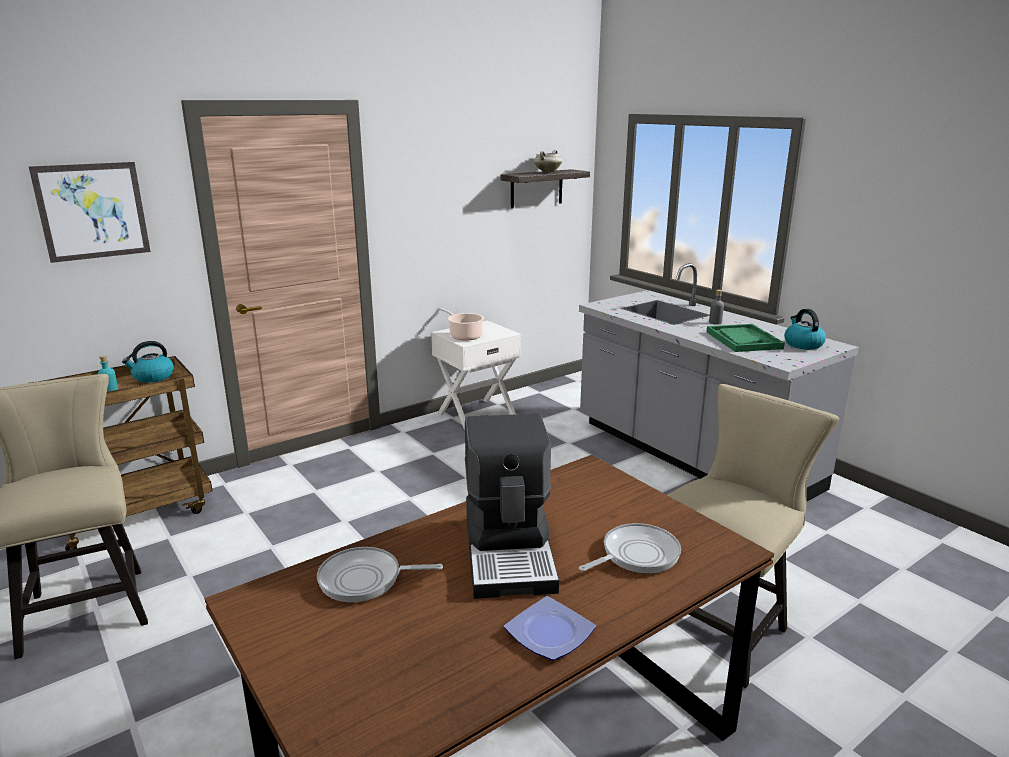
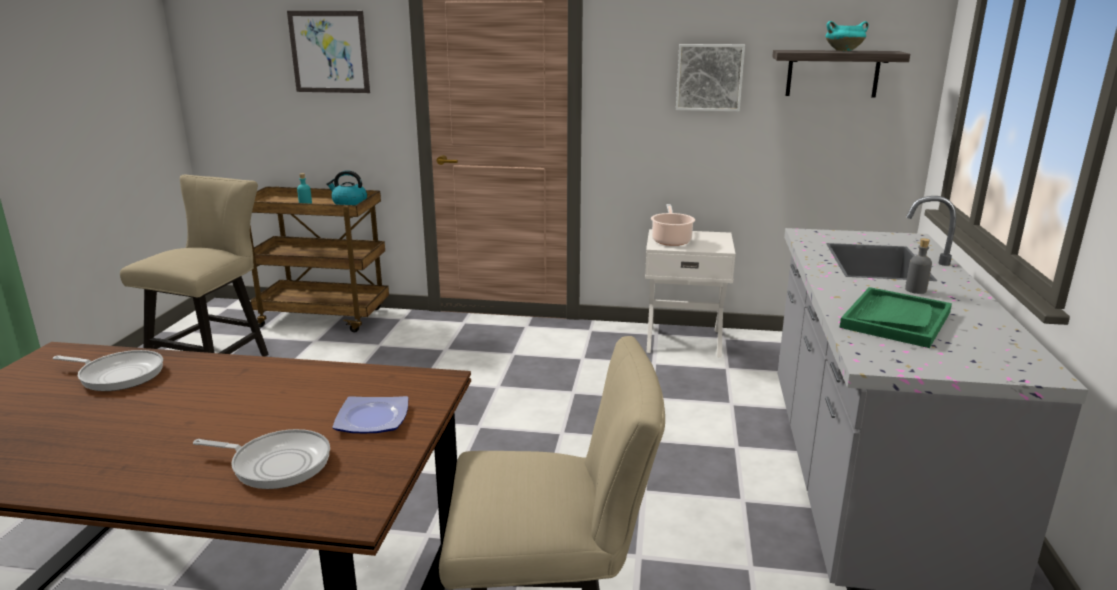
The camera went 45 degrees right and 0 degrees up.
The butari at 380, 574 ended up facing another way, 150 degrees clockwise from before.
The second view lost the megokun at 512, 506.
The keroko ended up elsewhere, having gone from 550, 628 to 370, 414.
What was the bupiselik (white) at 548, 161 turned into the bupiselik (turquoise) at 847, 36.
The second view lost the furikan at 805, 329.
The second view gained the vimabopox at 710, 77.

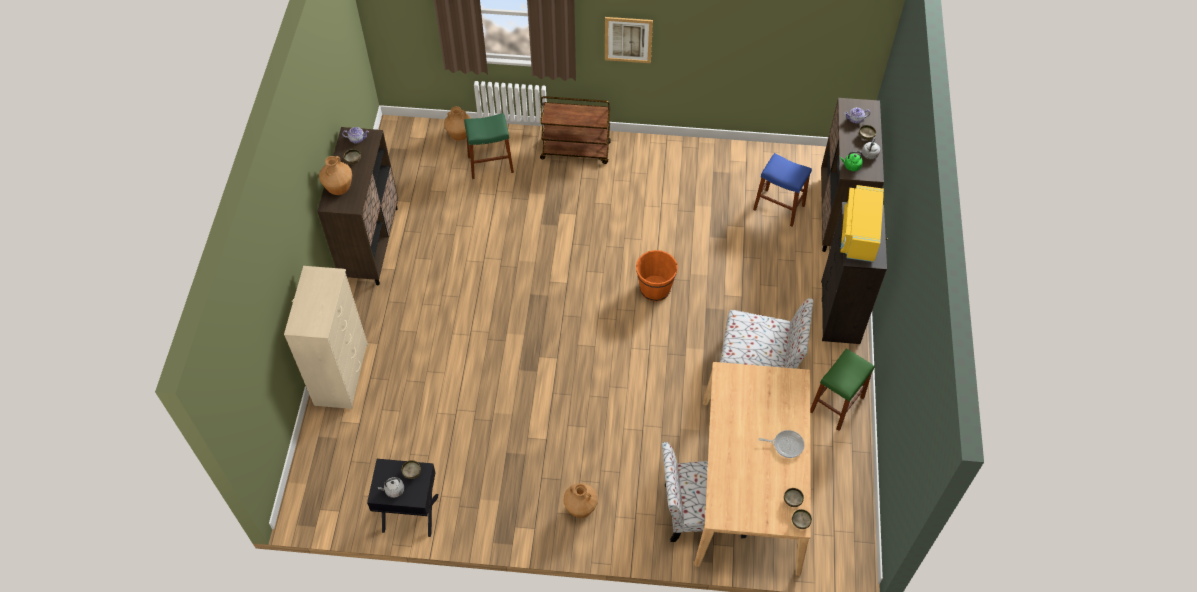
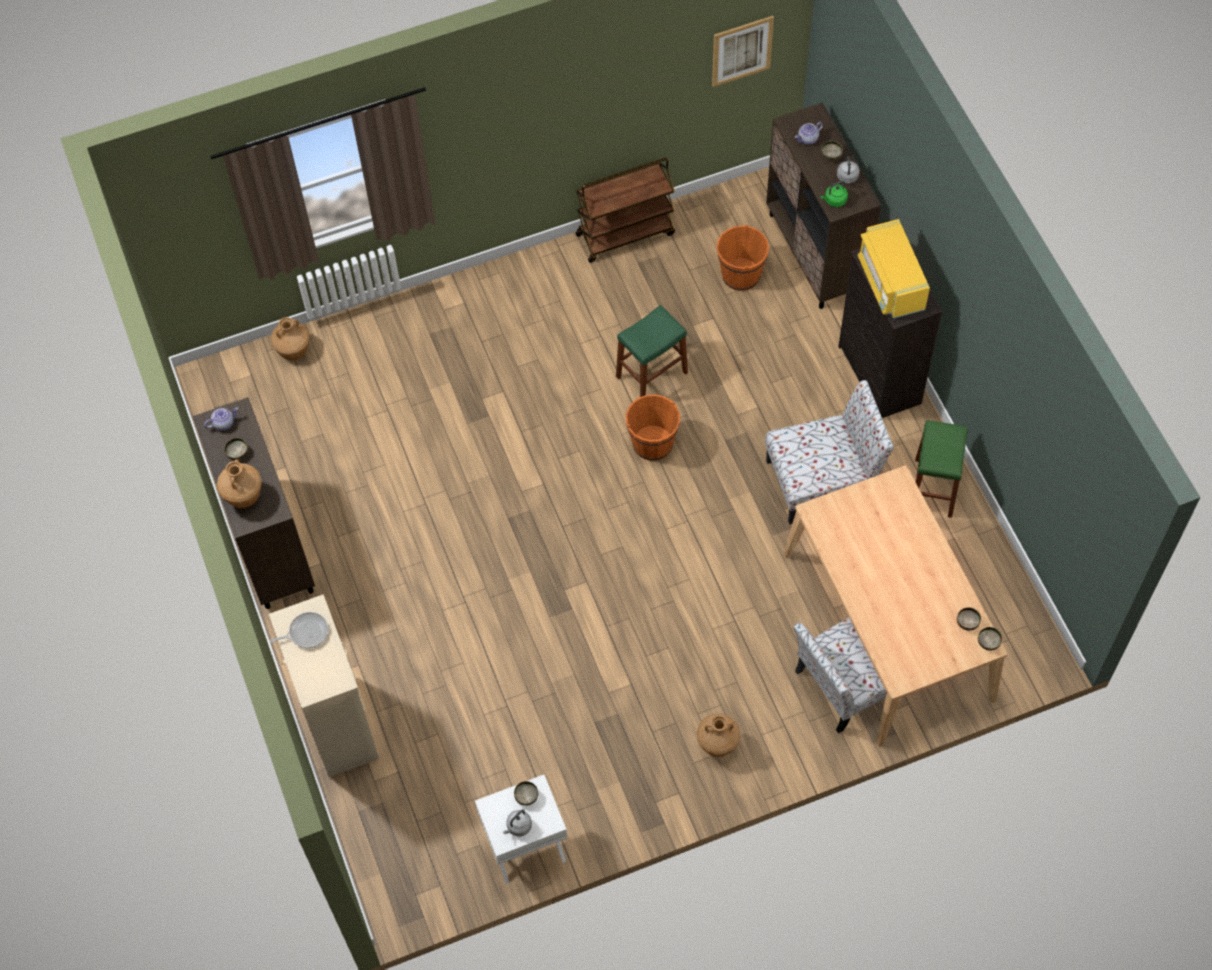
The camera went 25 degrees left and 5 degrees up.
What was the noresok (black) at 402, 498 turned into the noresok (white) at 521, 830.
The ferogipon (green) ended up elsewhere, having gone from 489, 146 to 652, 351.
The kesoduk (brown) ended up elsewhere, having gone from 575, 130 to 625, 210.
The vimabopox ended up elsewhere, having gone from 629, 40 to 743, 51.
Where the ferogipon (blue) stood at 782, 190, the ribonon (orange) came to stand at 743, 258.
The butari ended up elsewhere, having gone from 781, 444 to 299, 630.

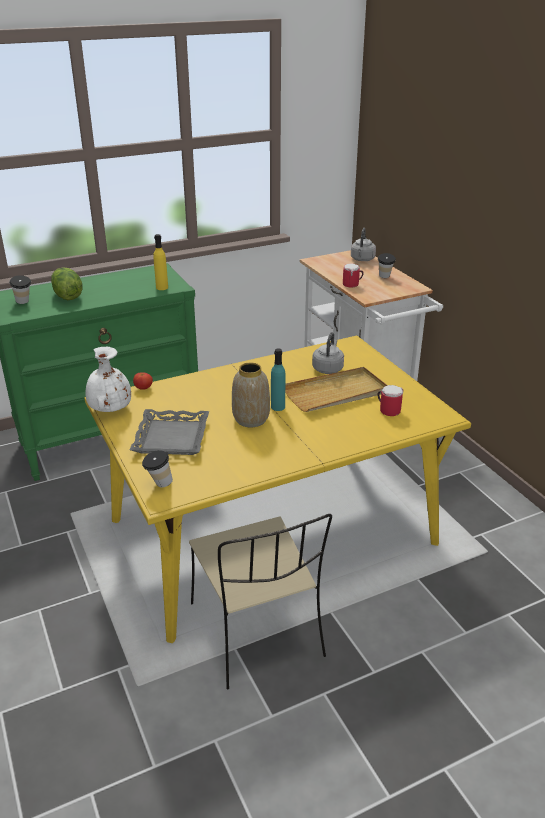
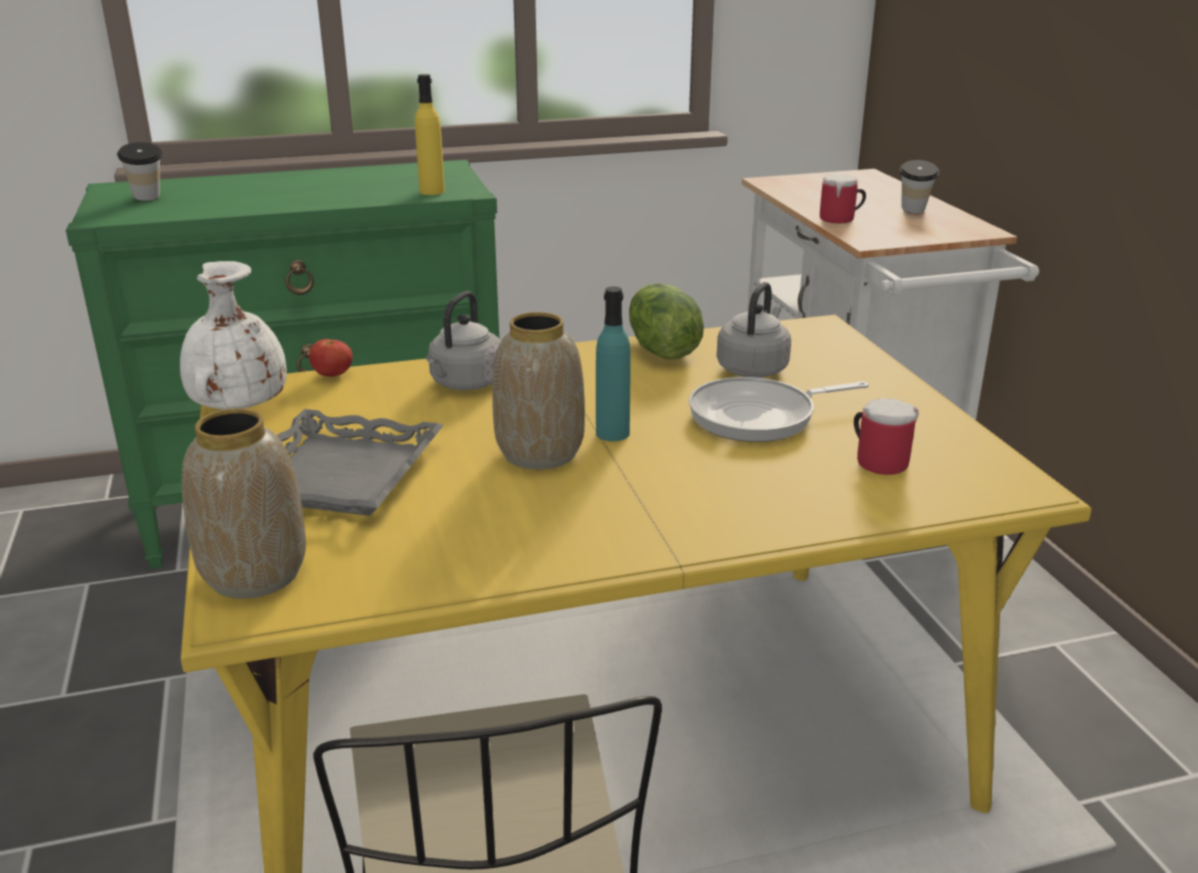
The camera went 10 degrees right and 5 degrees down.
The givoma ended up elsewhere, having gone from 67, 283 to 666, 321.
Where the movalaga stood at 157, 468, the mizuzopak came to stand at 244, 503.
Where the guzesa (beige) stood at 336, 389, the butari came to stand at 779, 409.
The furikan (grey) ended up elsewhere, having gone from 363, 244 to 463, 340.

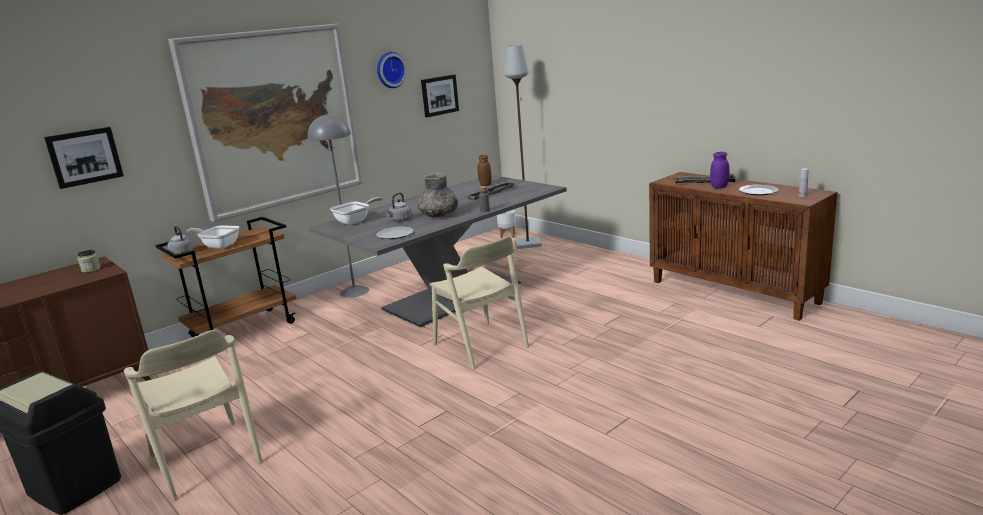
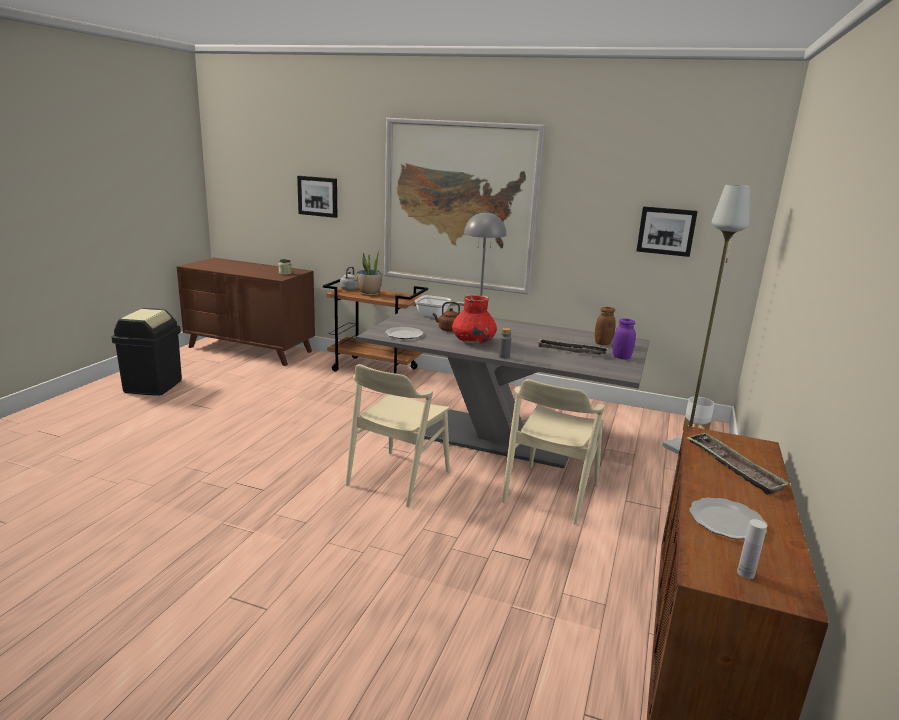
The camera went 60 degrees right and 0 degrees up.
The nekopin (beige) ended up elsewhere, having gone from 193, 415 to 553, 451.
Where the butari stood at 212, 237, the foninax came to stand at 369, 273.
The second view lost the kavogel at 392, 70.
What was the furikan (grey) at 399, 207 turned into the furikan (brown) at 446, 317.
What was the mizuzopak (grey) at 437, 195 turned into the mizuzopak (red) at 474, 319.
The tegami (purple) ended up elsewhere, having gone from 719, 170 to 624, 339.

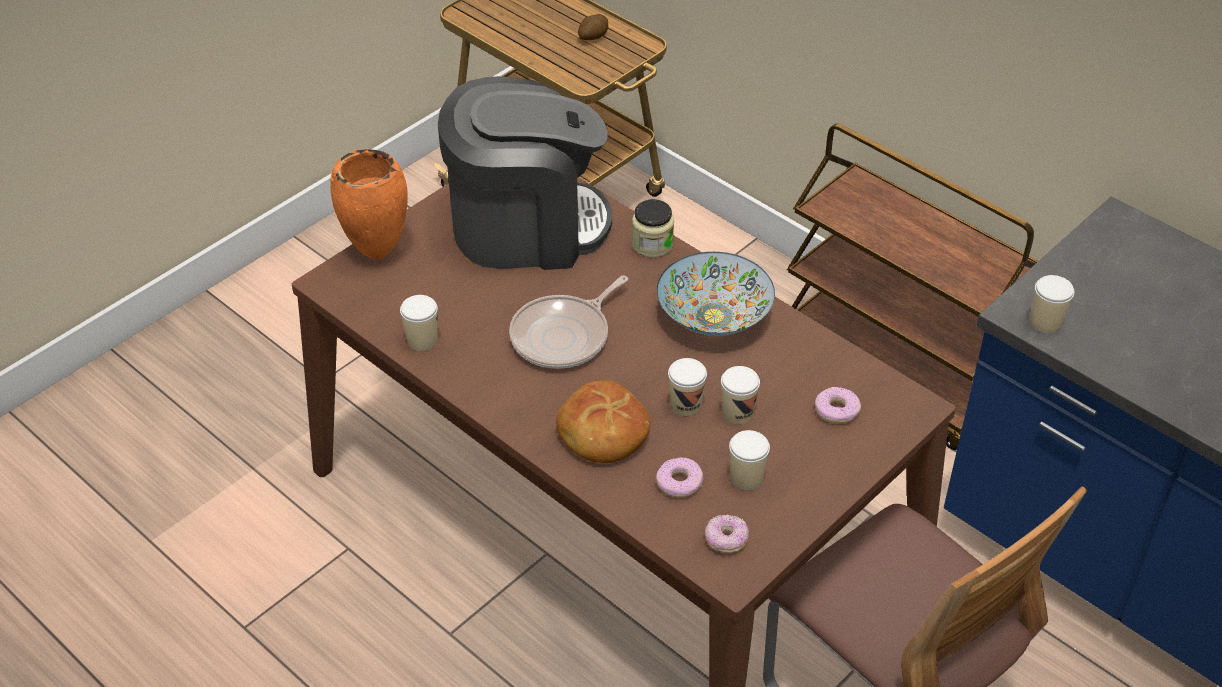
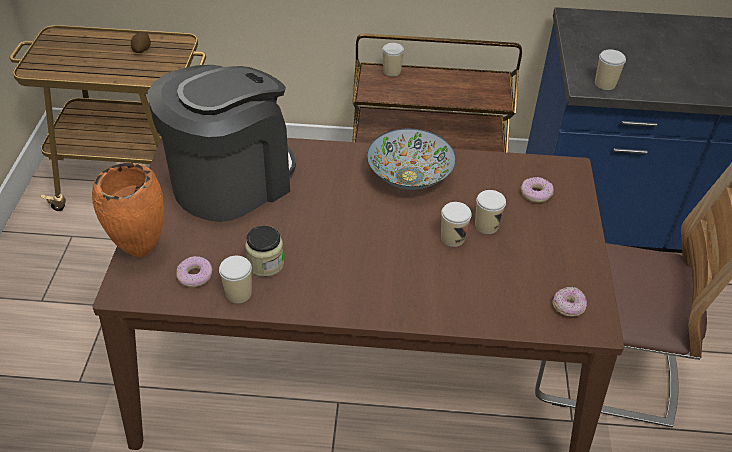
The camera went 40 degrees left and 0 degrees up.
The second view lost the butari at 568, 322.
The second view lost the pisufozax at 603, 422.
The tegami ended up elsewhere, having gone from 653, 228 to 264, 251.
The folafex ended up elsewhere, having gone from 679, 478 to 194, 271.
The movalaga ended up elsewhere, having gone from 749, 460 to 393, 60.

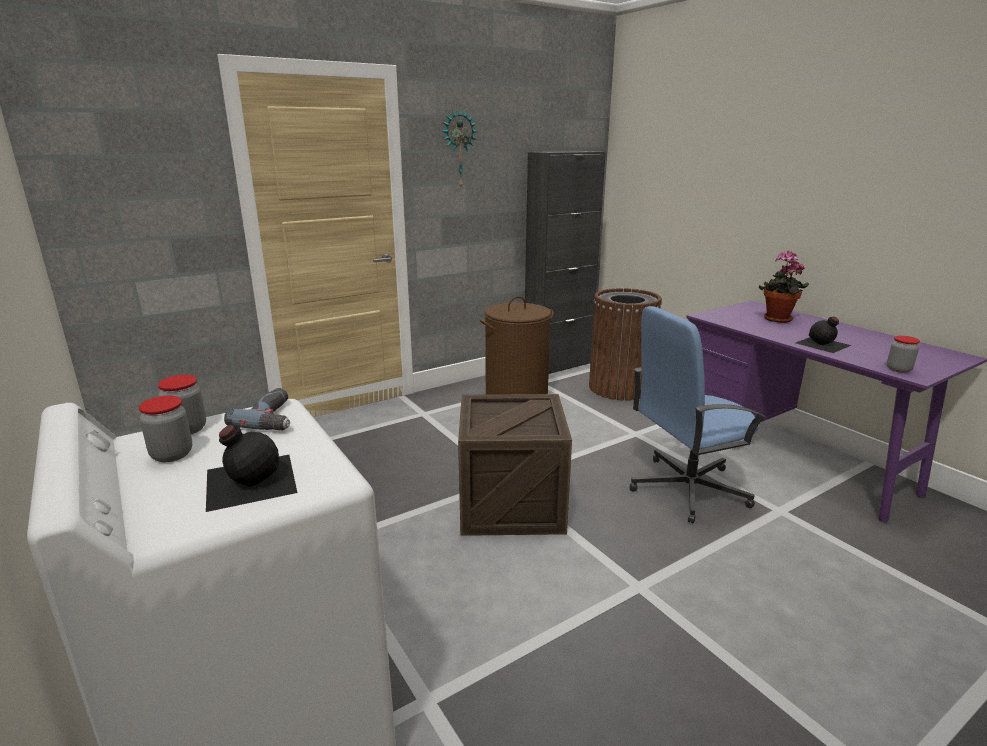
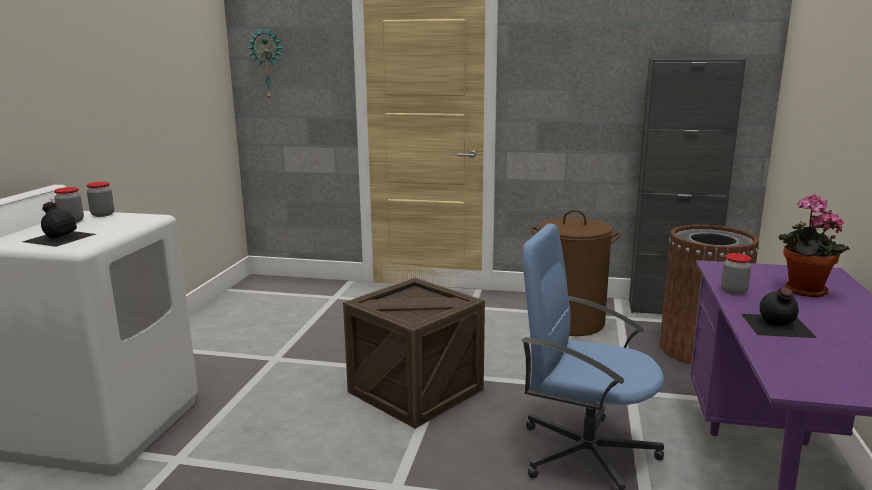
The camera went 45 degrees right and 5 degrees down.
The second view lost the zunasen at 257, 409.
The kavogel ended up elsewhere, having gone from 460, 148 to 265, 64.
The tegami ended up elsewhere, having gone from 903, 354 to 736, 274.

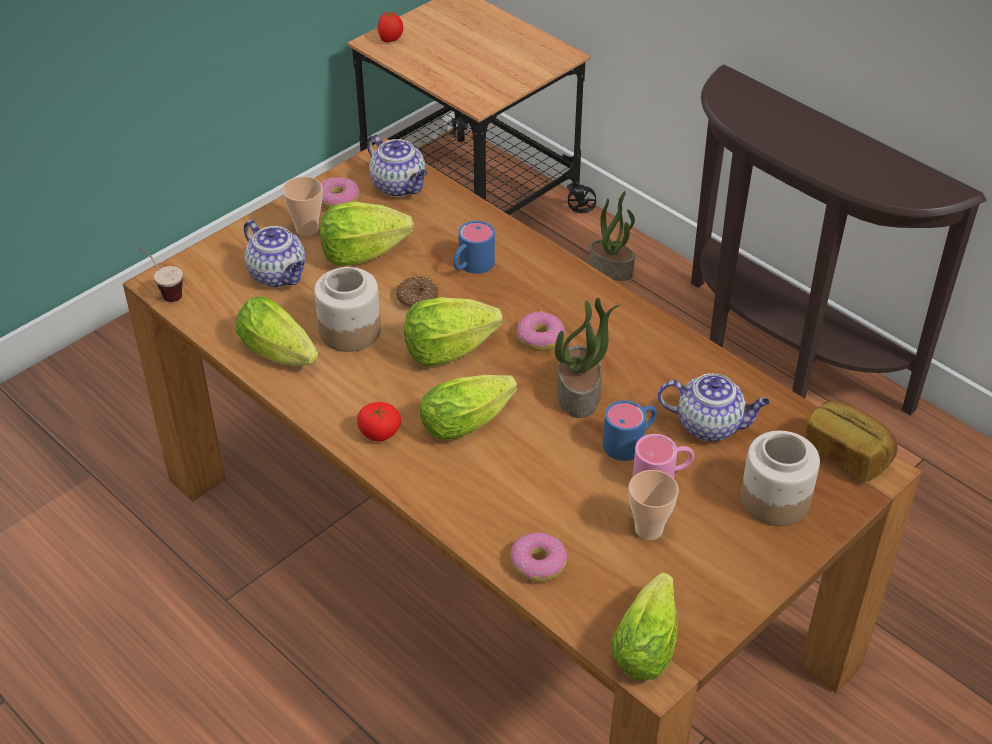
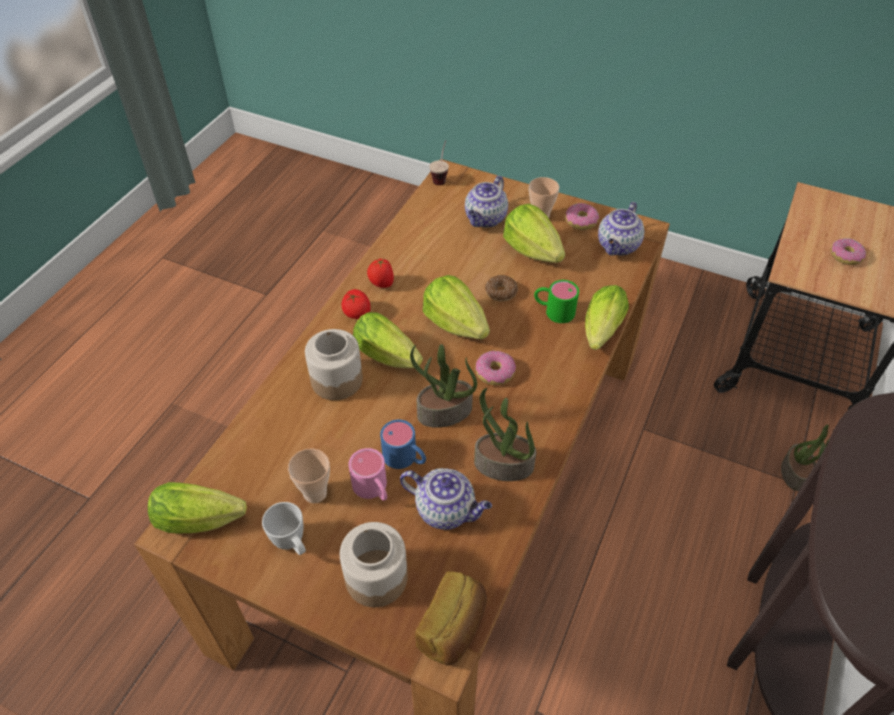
The camera went 70 degrees right and 5 degrees up.
The givoma ended up elsewhere, having gone from 277, 331 to 607, 317.
The tegami ended up elsewhere, having gone from 347, 309 to 334, 364.
The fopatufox ended up elsewhere, having gone from 390, 27 to 380, 273.
What was the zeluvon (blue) at 474, 247 turned into the zeluvon (green) at 556, 301.
The folafex ended up elsewhere, having gone from 539, 557 to 848, 251.
The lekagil at 714, 407 ended up facing another way, 60 degrees counterclockwise from before.
The second view gained the zeluvon (white) at 284, 528.
The second view gained the foninax at 505, 434.

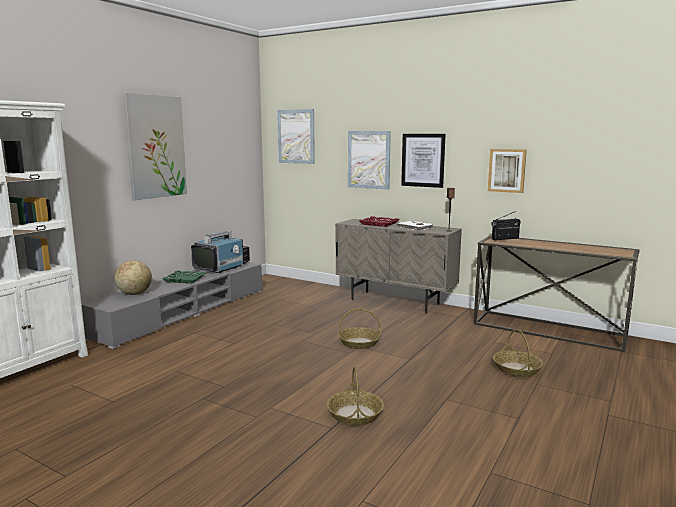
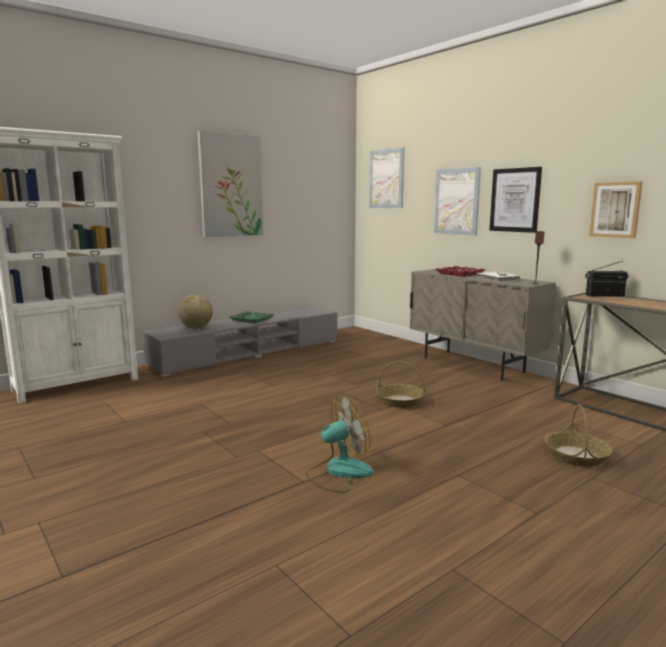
The camera went 20 degrees right and 0 degrees up.
The second view lost the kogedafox at 220, 252.
Where the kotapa stood at 355, 396, the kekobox came to stand at 339, 444.

